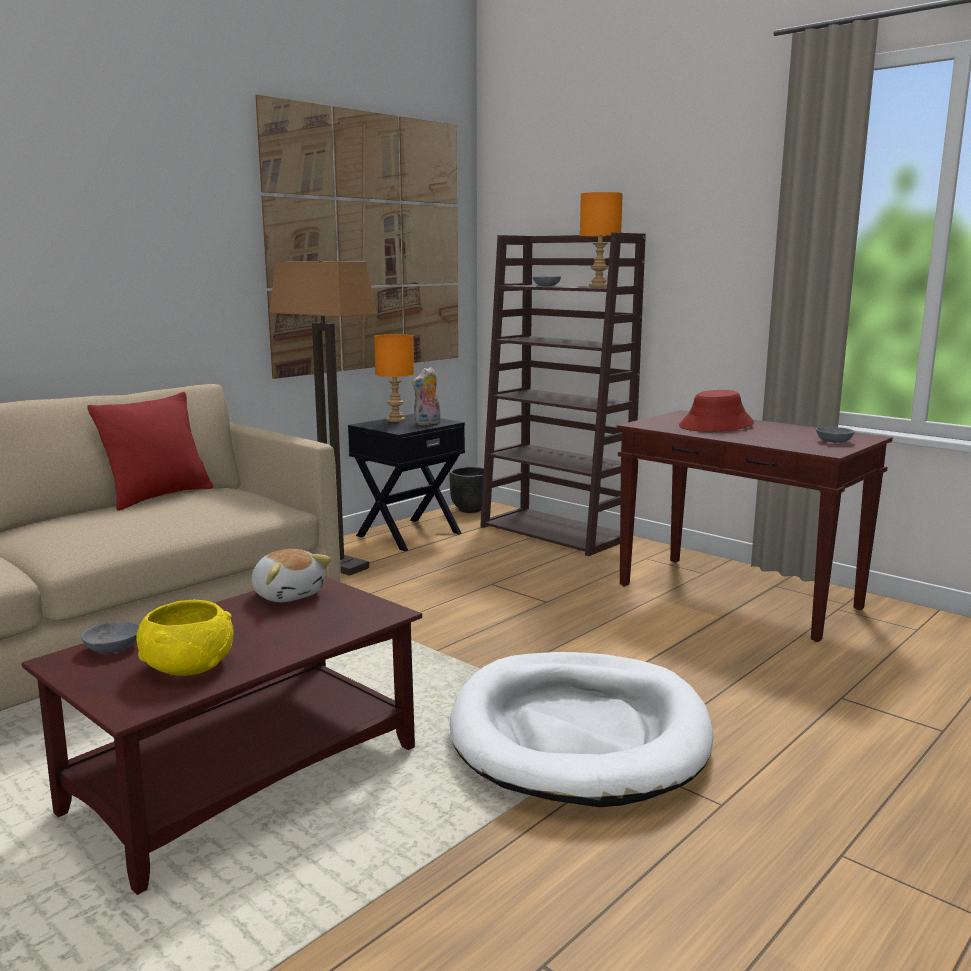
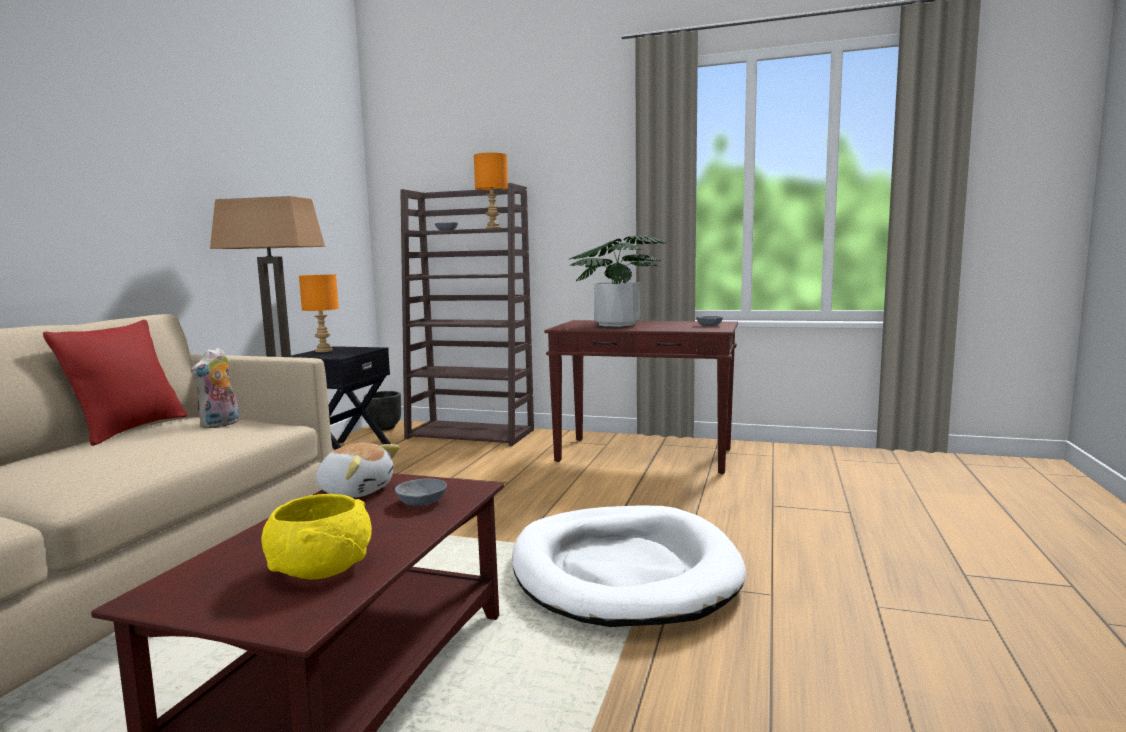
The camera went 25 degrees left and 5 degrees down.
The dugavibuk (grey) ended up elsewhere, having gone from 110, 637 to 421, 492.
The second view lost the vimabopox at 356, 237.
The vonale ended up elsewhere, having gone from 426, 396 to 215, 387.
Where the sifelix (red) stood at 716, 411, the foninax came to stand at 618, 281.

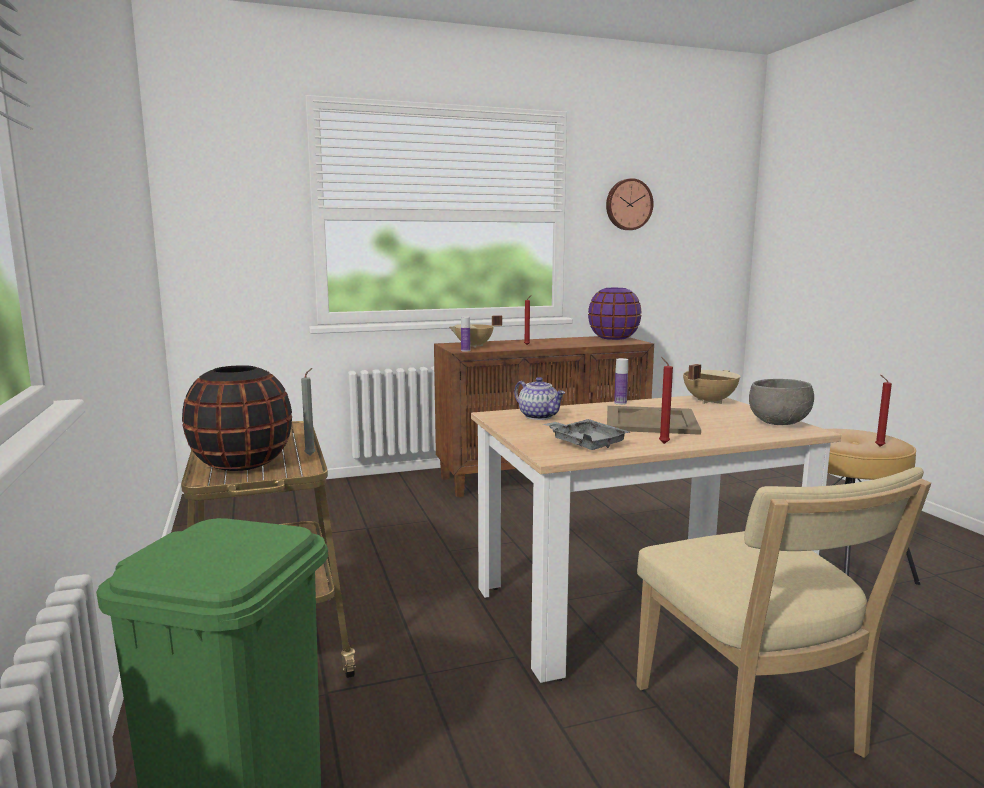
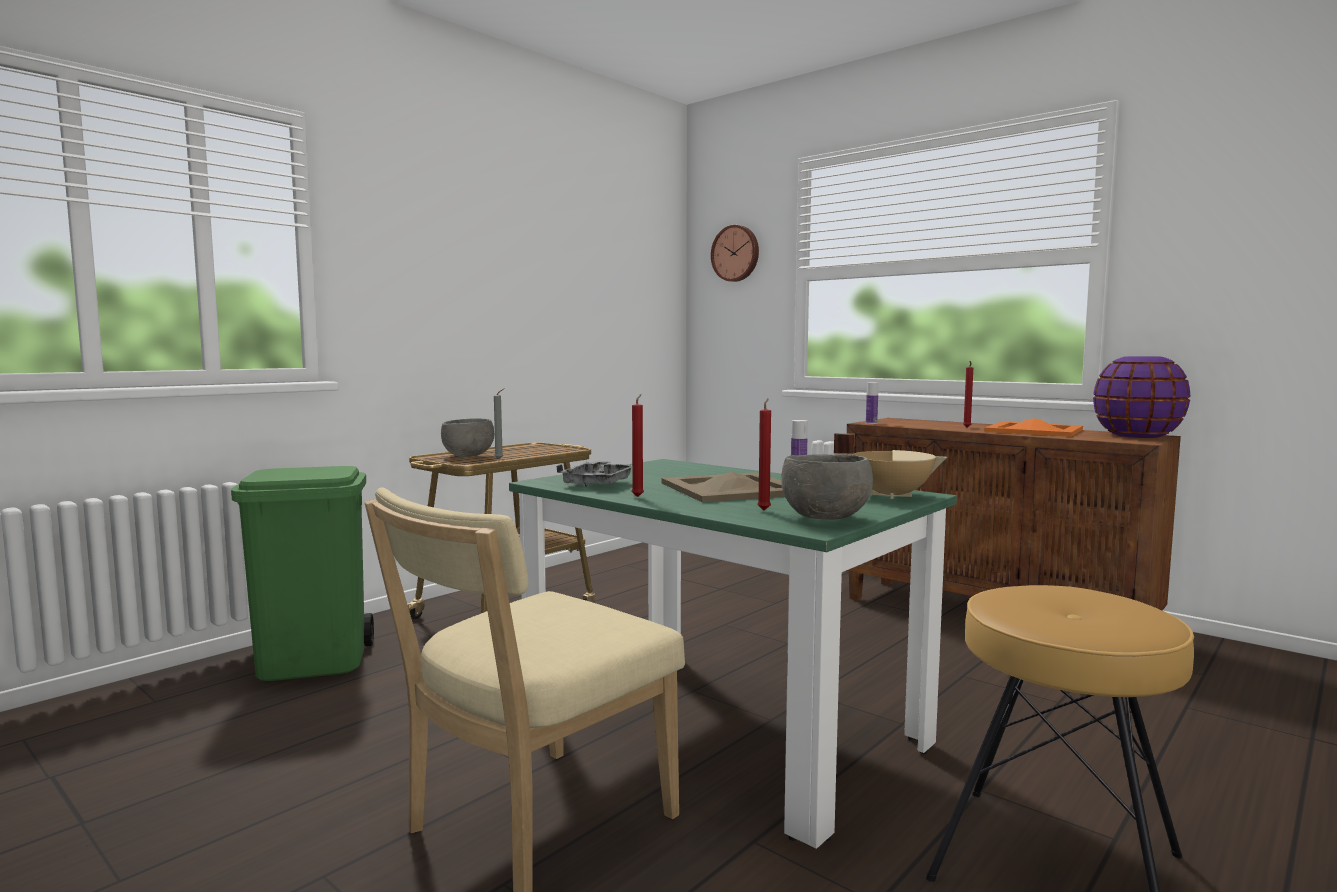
The camera went 60 degrees right and 5 degrees down.
Where the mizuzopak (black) stood at 237, 418, the dugavibuk (grey) came to stand at 467, 437.
The second view lost the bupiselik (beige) at 475, 331.
What was the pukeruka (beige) at 656, 539 turned into the pukeruka (green) at 733, 654.
The second view lost the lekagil at 539, 398.
The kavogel ended up elsewhere, having gone from 630, 204 to 735, 253.
The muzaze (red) ended up elsewhere, having gone from 883, 411 to 764, 454.
The second view gained the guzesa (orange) at 1033, 427.

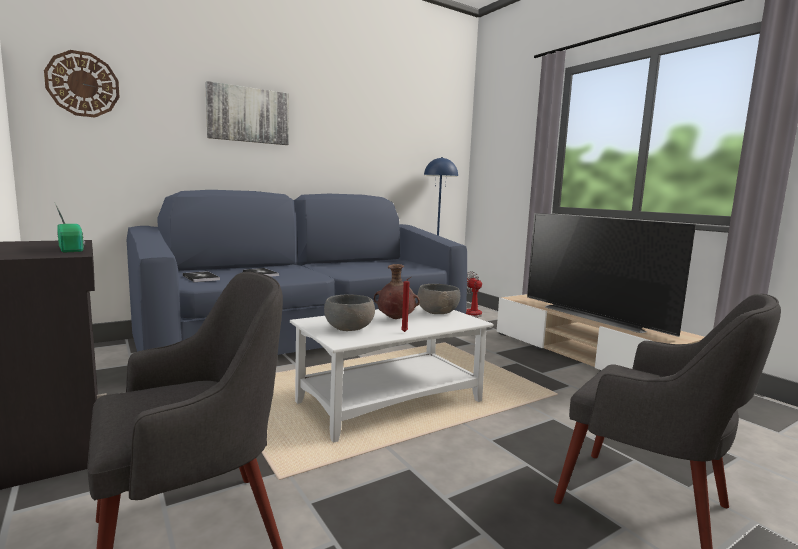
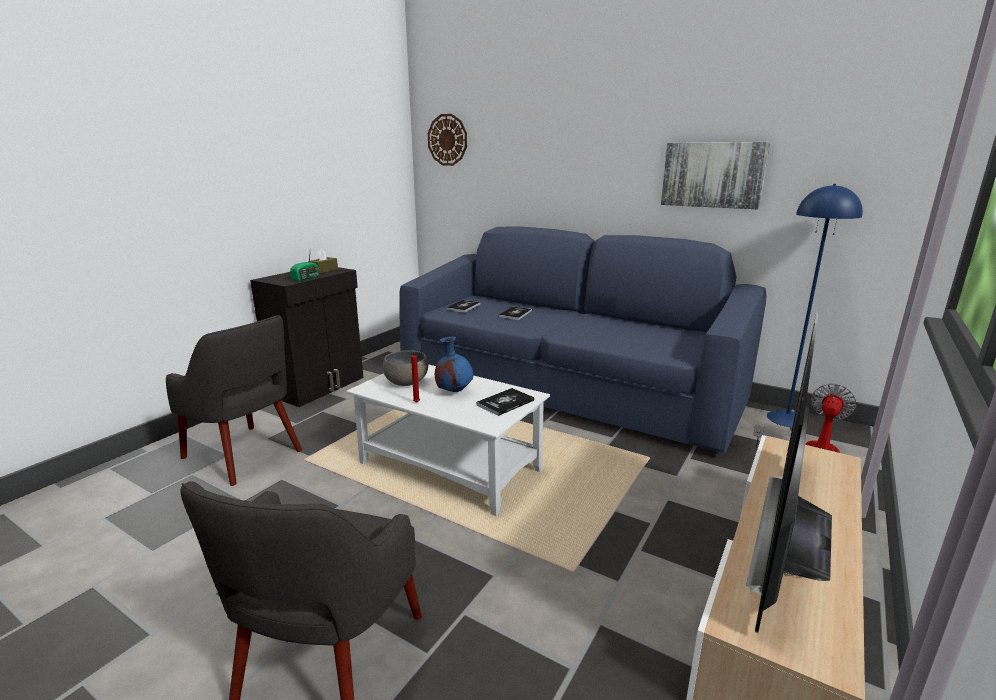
The camera went 65 degrees right and 10 degrees up.
The vimabopox ended up elsewhere, having gone from 247, 113 to 715, 175.
What was the mizuzopak (brown) at 397, 291 turned into the mizuzopak (blue) at 454, 364.
Where the dugavibuk (grey) stood at 439, 299, the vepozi came to stand at 505, 402.
The second view gained the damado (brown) at 323, 261.

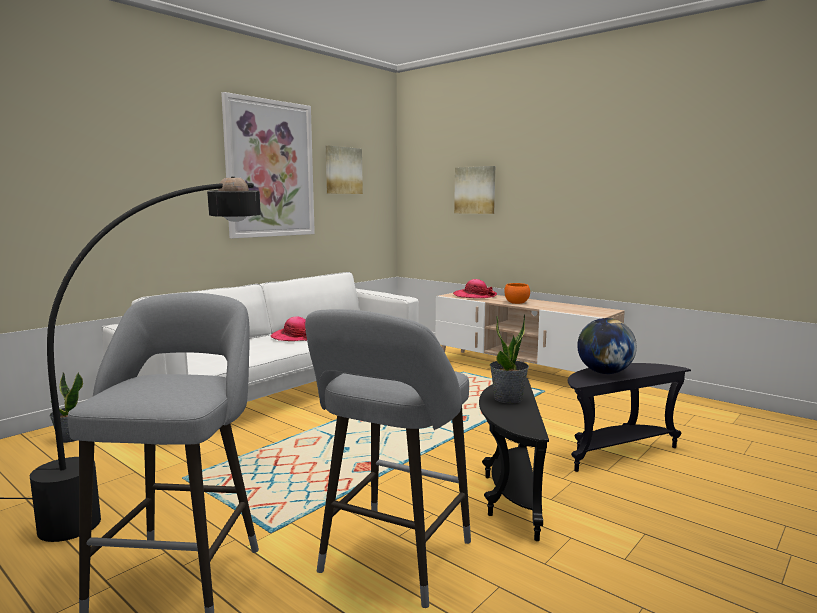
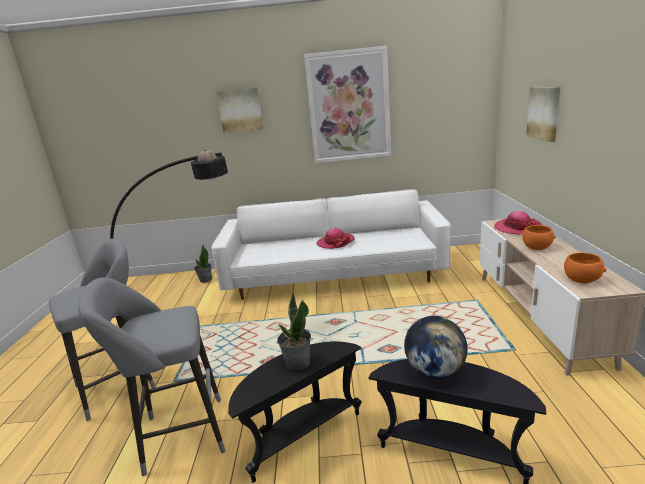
The camera went 50 degrees right and 10 degrees up.
The vimabopox ended up elsewhere, having gone from 344, 169 to 240, 110.
The second view gained the dugavibuk (orange) at 585, 268.

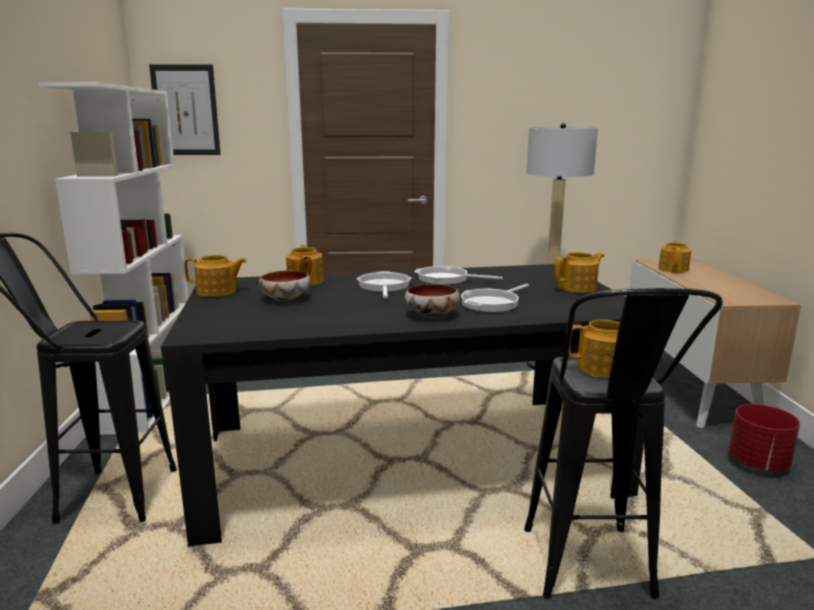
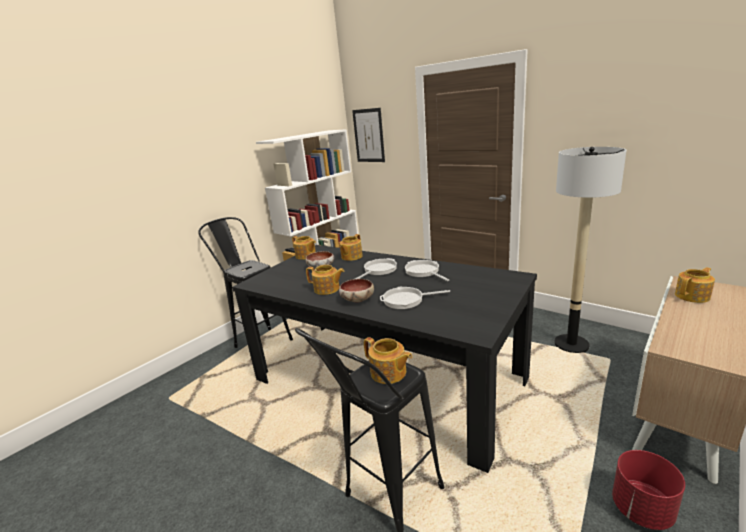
The camera went 45 degrees right and 5 degrees up.
The lekagil ended up elsewhere, having gone from 579, 272 to 325, 280.

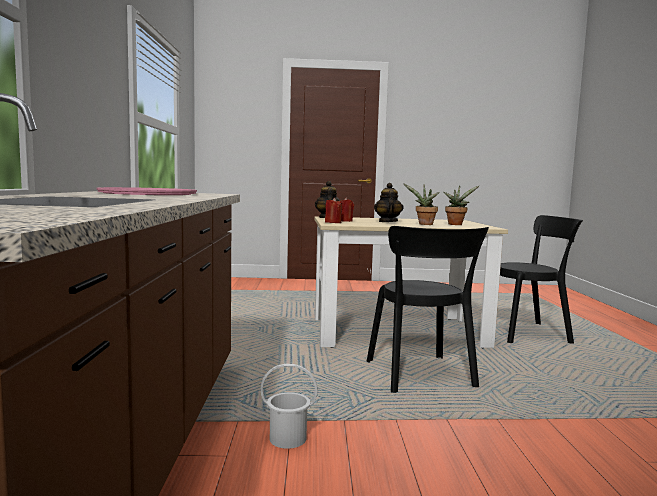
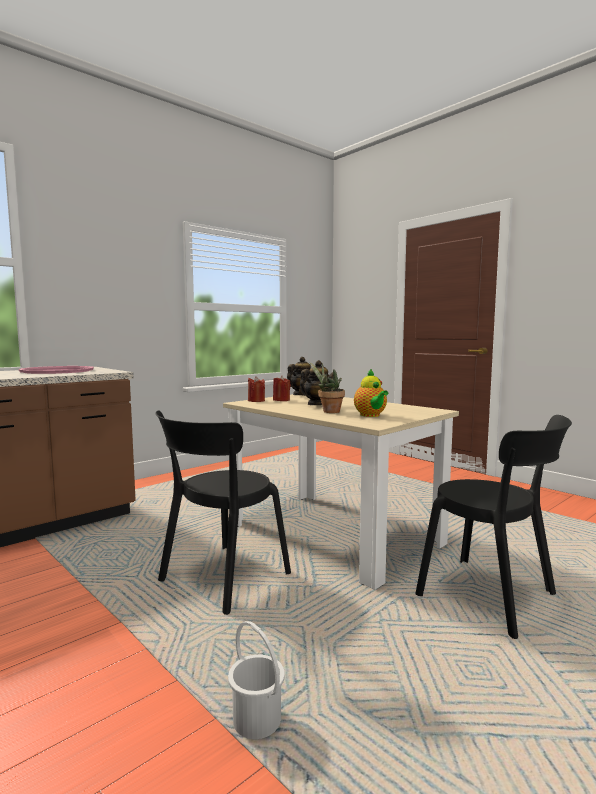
The camera went 50 degrees right and 0 degrees up.
The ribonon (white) ended up elsewhere, having gone from 289, 406 to 256, 680.
Where the foninax stood at 461, 205, the lekagil came to stand at 371, 393.

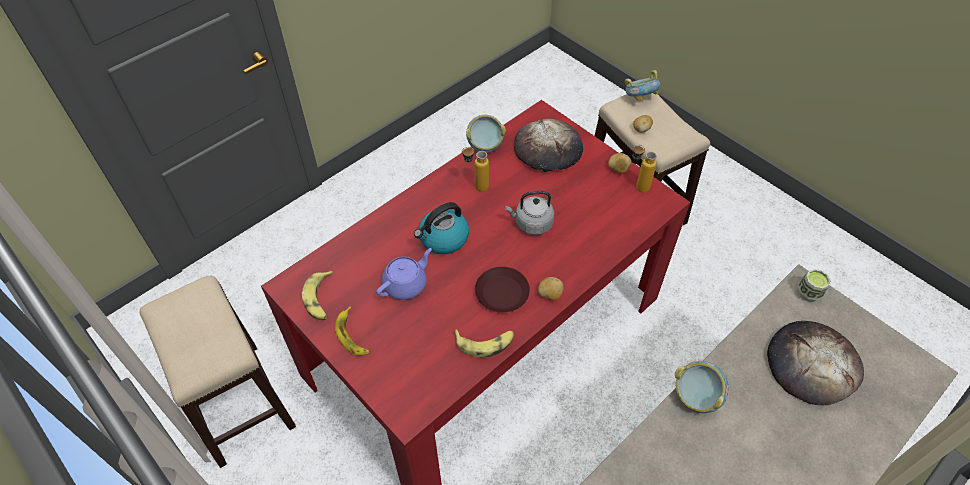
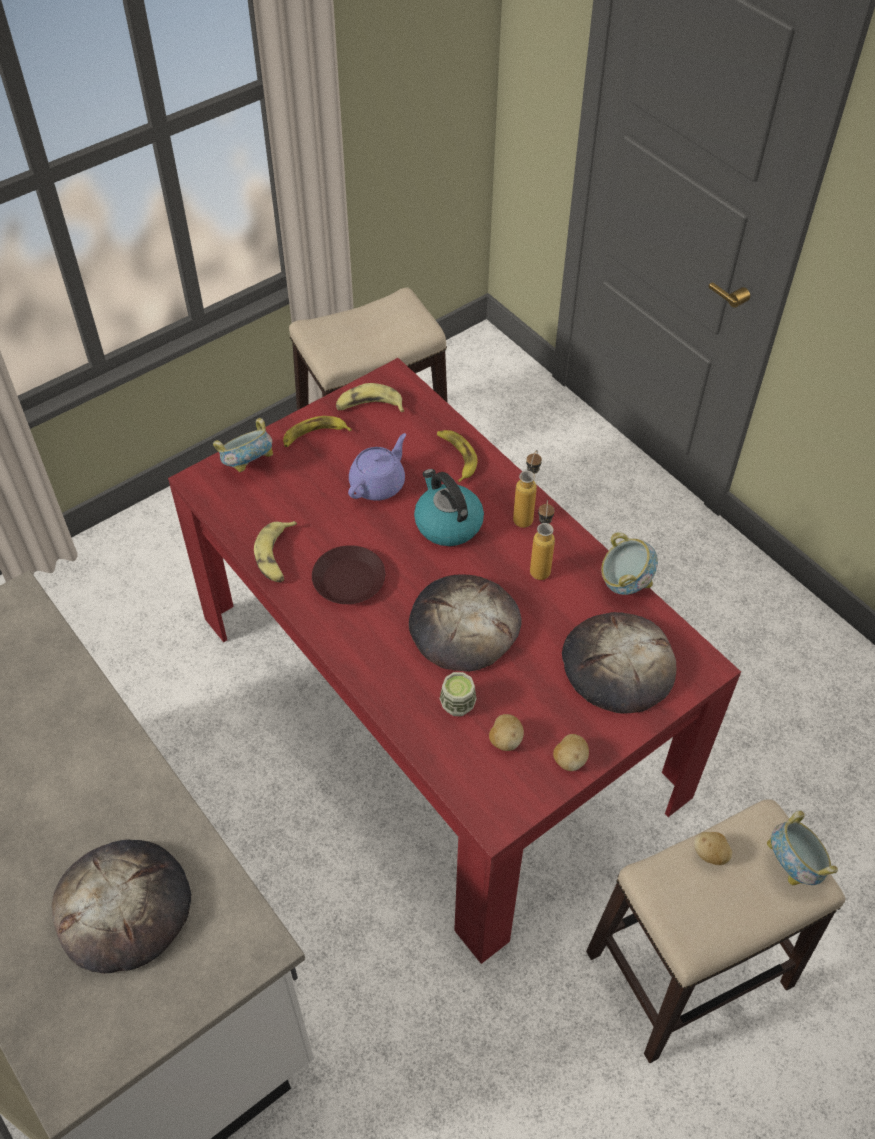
The camera went 95 degrees right and 0 degrees up.
The lekagil (purple) at 404, 274 ended up facing another way, 105 degrees counterclockwise from before.
Where the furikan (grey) stood at 529, 213, the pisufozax came to stand at 465, 623.
The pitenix ended up elsewhere, having gone from 551, 288 to 506, 732.
The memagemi ended up elsewhere, having gone from 644, 168 to 527, 489.
The dugavibuk ended up elsewhere, having gone from 702, 387 to 243, 445.
The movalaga ended up elsewhere, having gone from 814, 285 to 458, 694.
The second view gained the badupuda at 457, 456.

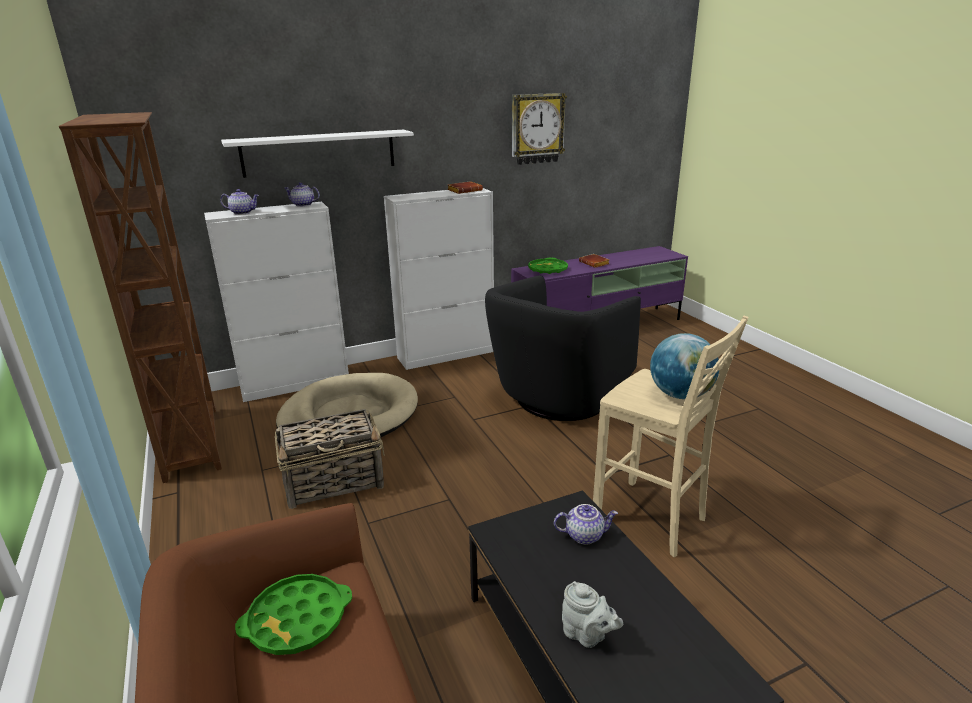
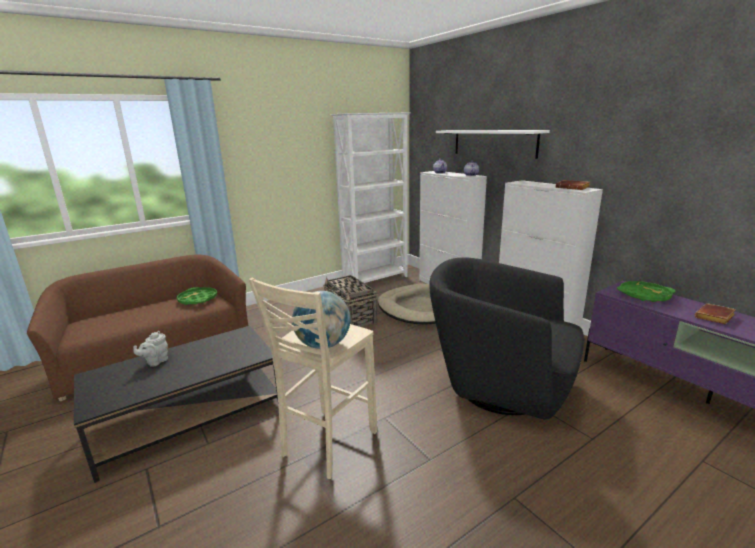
The camera went 80 degrees right and 5 degrees down.
What was the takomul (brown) at 140, 297 turned into the takomul (white) at 370, 198.
The second view lost the kavogel at 539, 129.
The second view lost the lekagil at 586, 524.

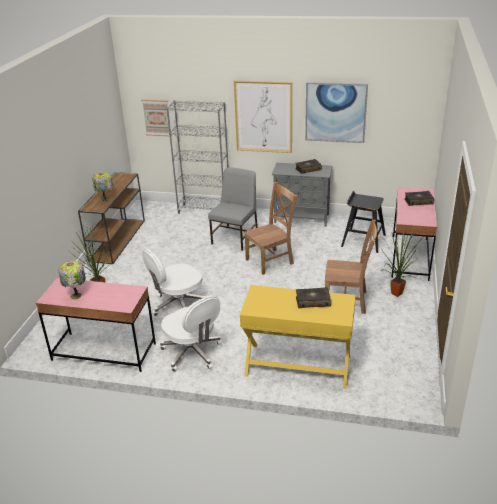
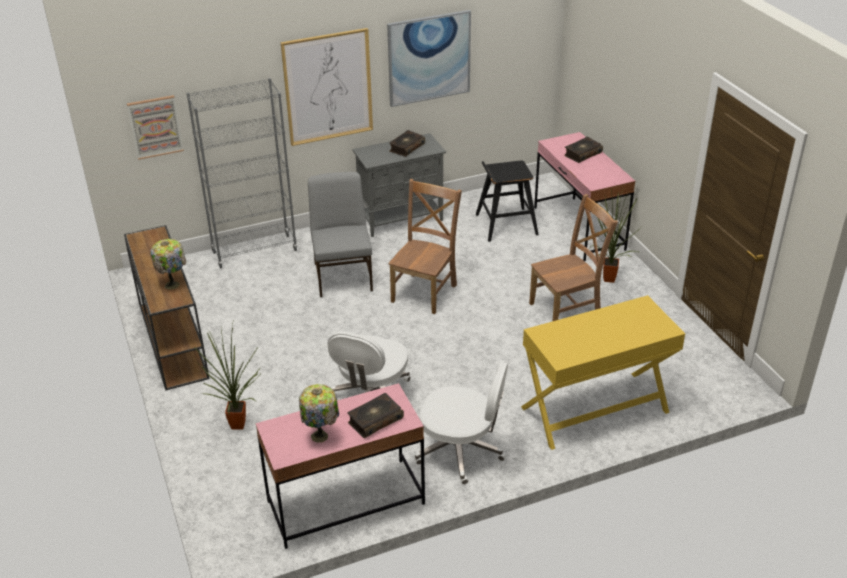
The camera went 35 degrees left and 5 degrees up.
The vepozi ended up elsewhere, having gone from 313, 297 to 375, 415.

